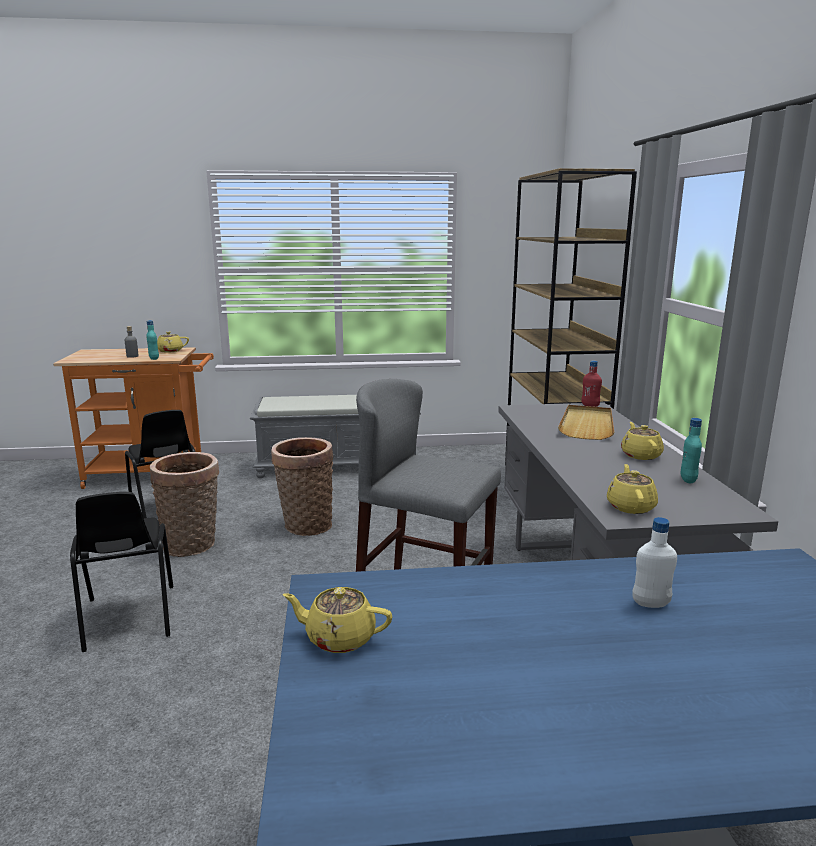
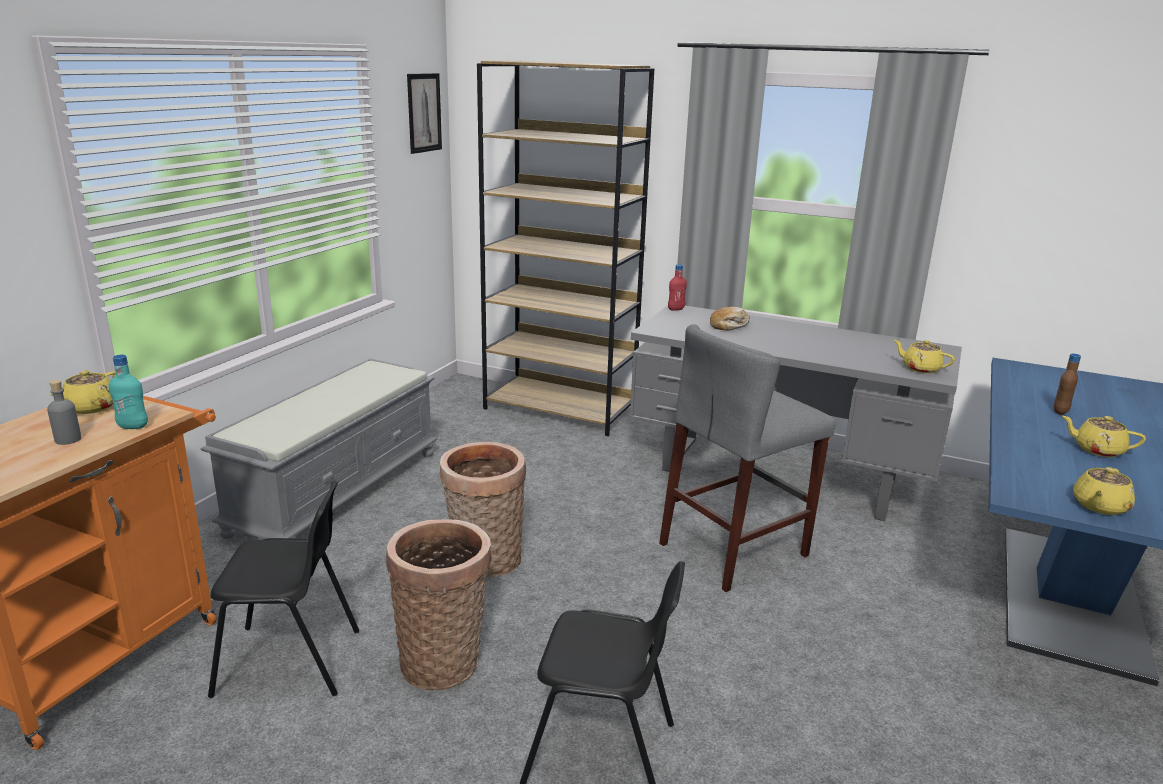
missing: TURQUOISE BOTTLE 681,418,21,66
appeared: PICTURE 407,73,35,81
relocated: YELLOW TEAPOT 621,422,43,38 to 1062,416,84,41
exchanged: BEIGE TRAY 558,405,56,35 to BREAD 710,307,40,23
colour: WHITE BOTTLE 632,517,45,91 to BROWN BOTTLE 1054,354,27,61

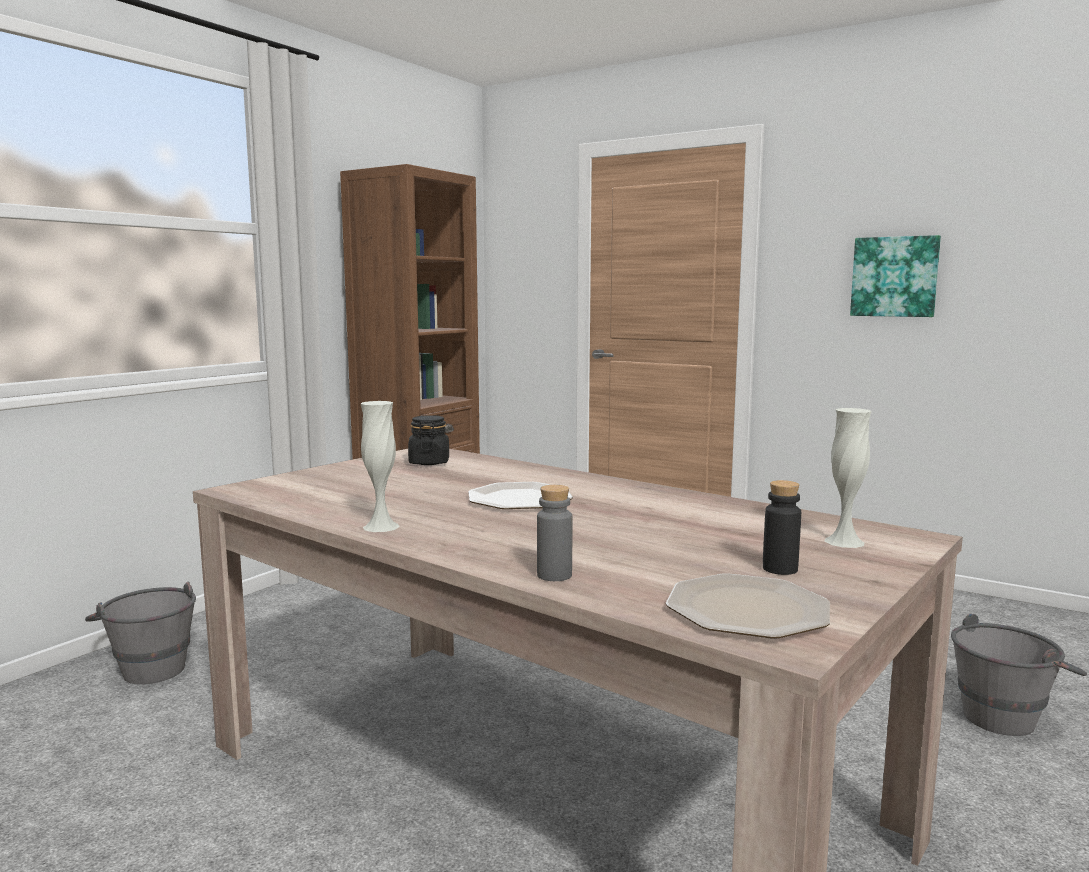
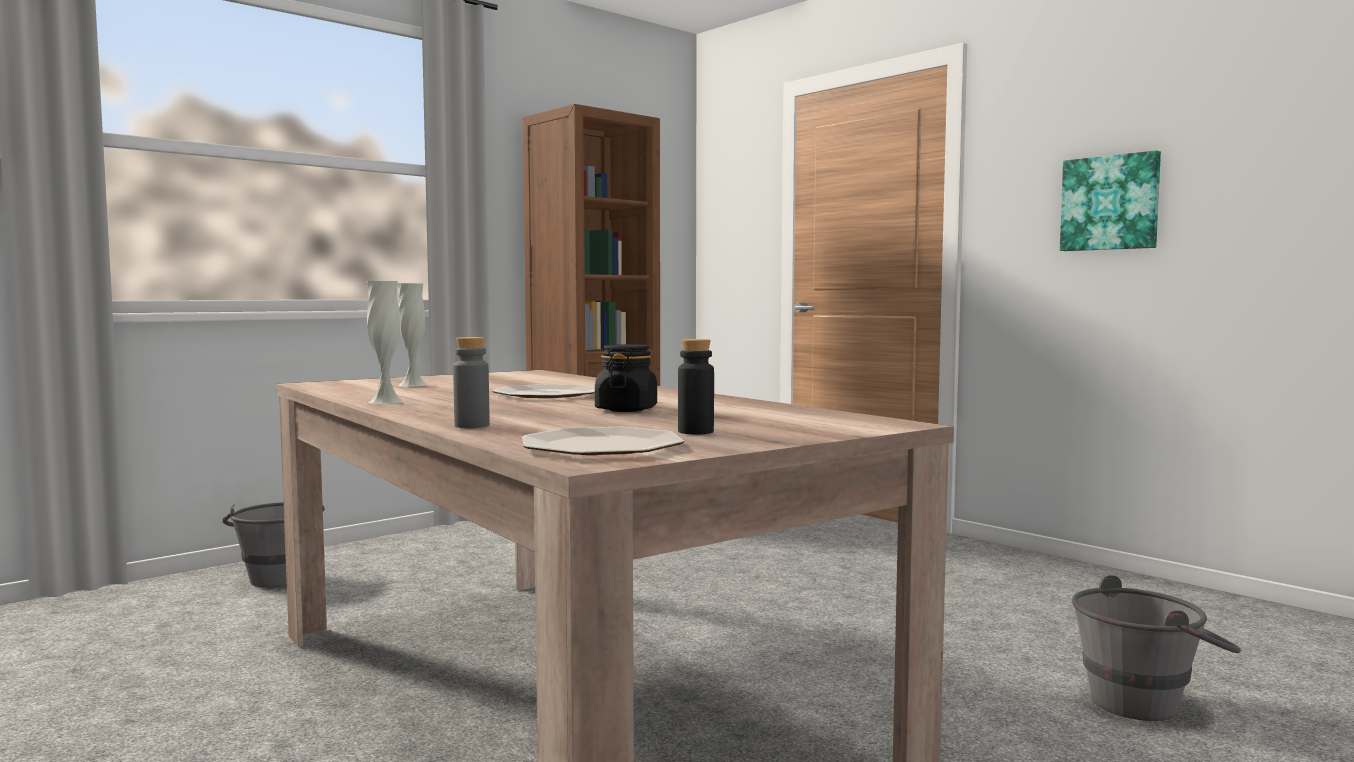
relocated: BLACK JAR 408,415,41,50 to 595,344,62,68; WHITE VASE 825,408,47,140 to 397,283,31,104

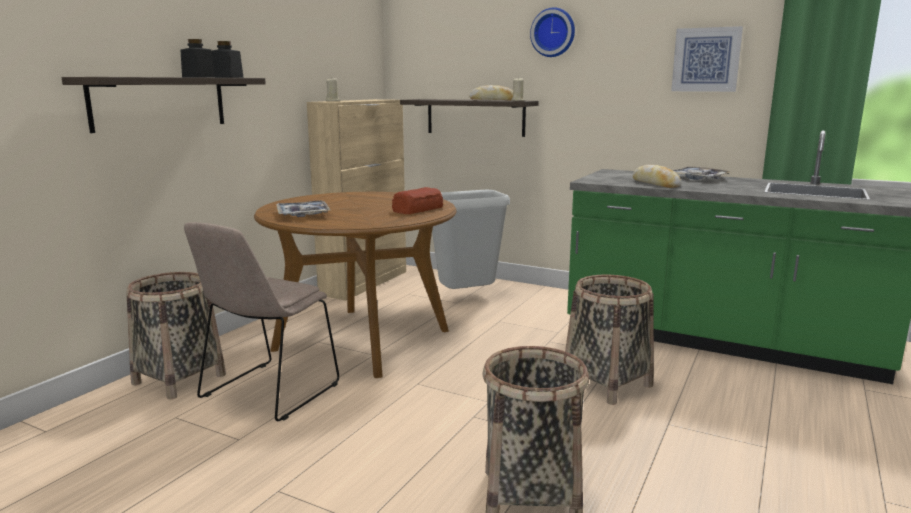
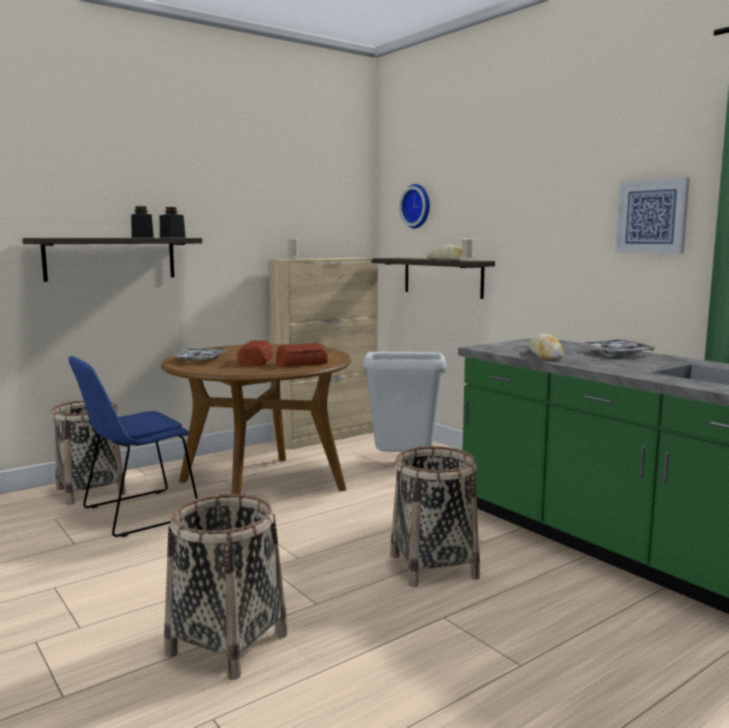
appeared: BREAD 237,340,36,26
relocated: WALL CLOCK 530,7,45,50 to 399,184,31,45
colour: BEIGE CHAIR 184,222,155,199 to BLUE CHAIR 69,356,129,181

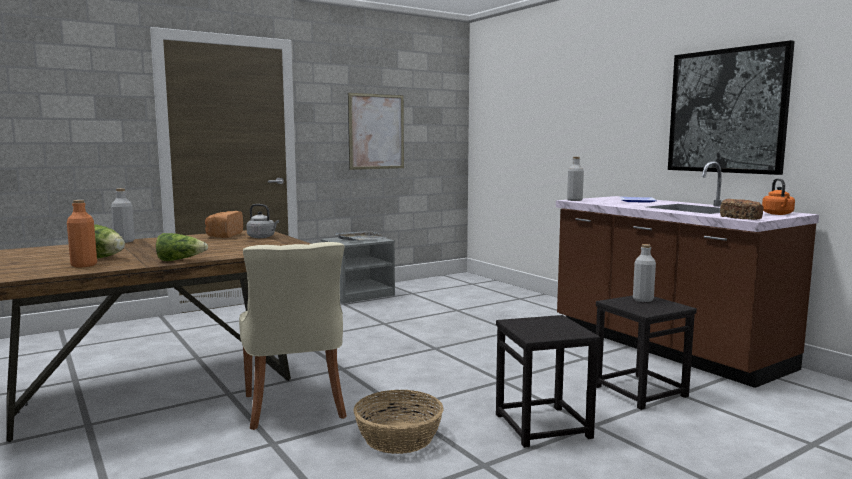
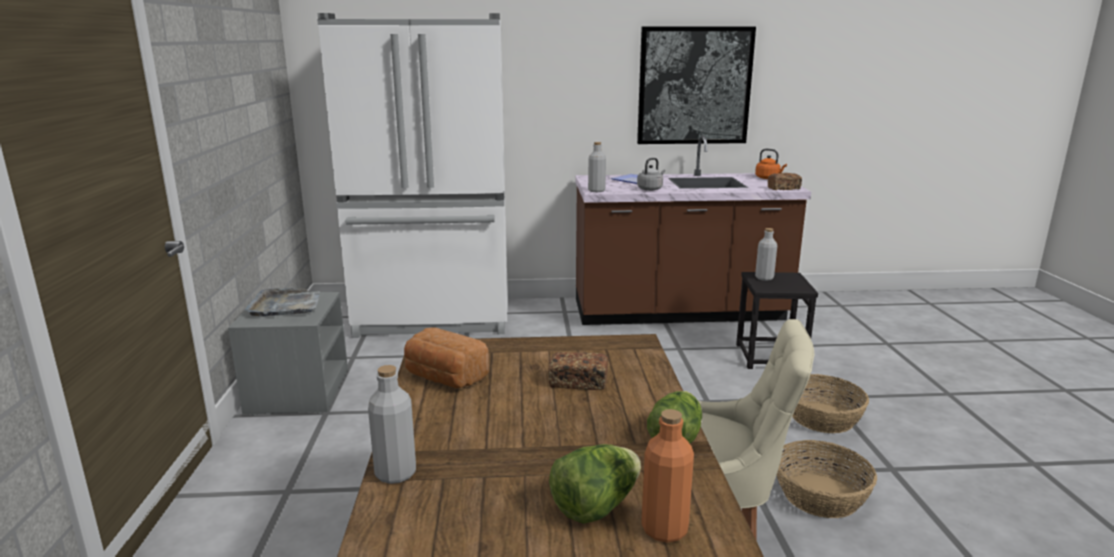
missing: PICTURE 348,93,56,77
appeared: WHITE FRIDGE 317,13,190,325; BREAD 548,352,60,38
relocated: GREY KETTLE 246,204,33,34 to 637,158,28,33
exchanged: BLACK STOOL 496,315,104,133 to BASKET 792,374,77,59

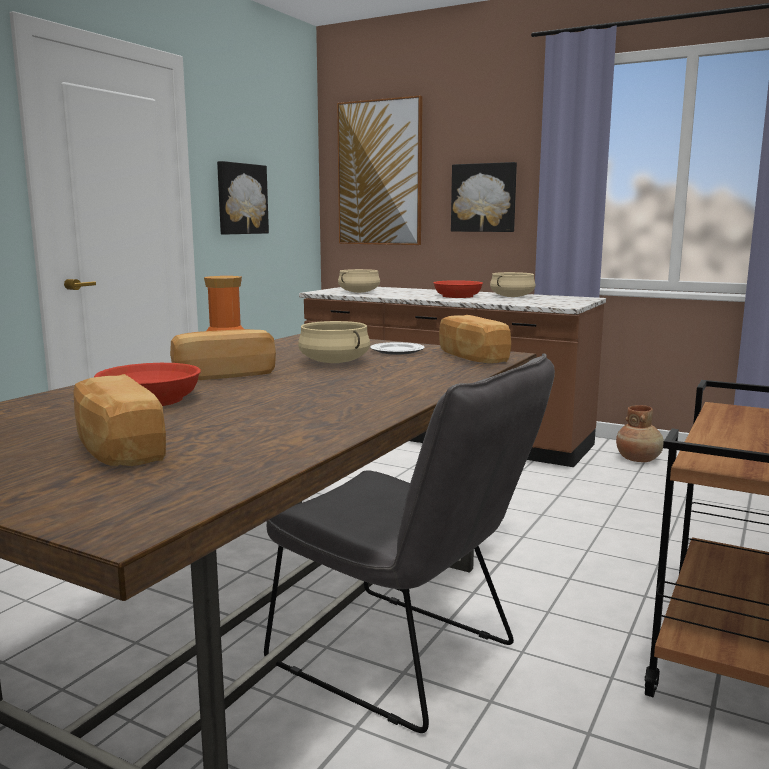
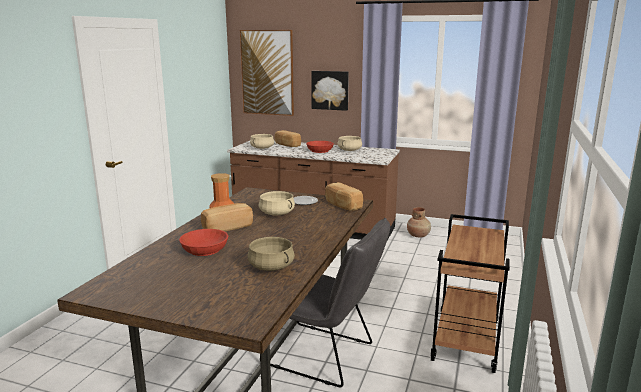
missing: PICTURE 217,161,52,73
appeared: BEIGE COOKING POT 248,237,47,34
relocated: BREAD 73,374,93,92 to 274,130,27,17

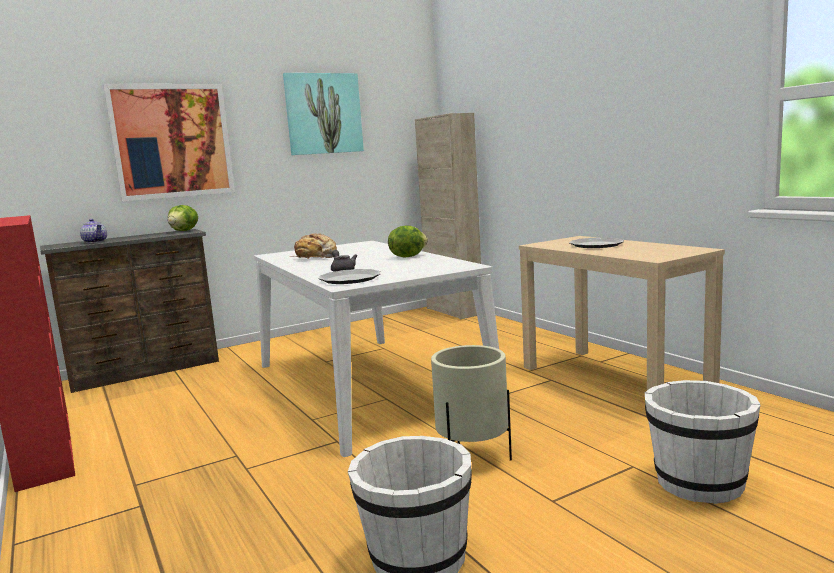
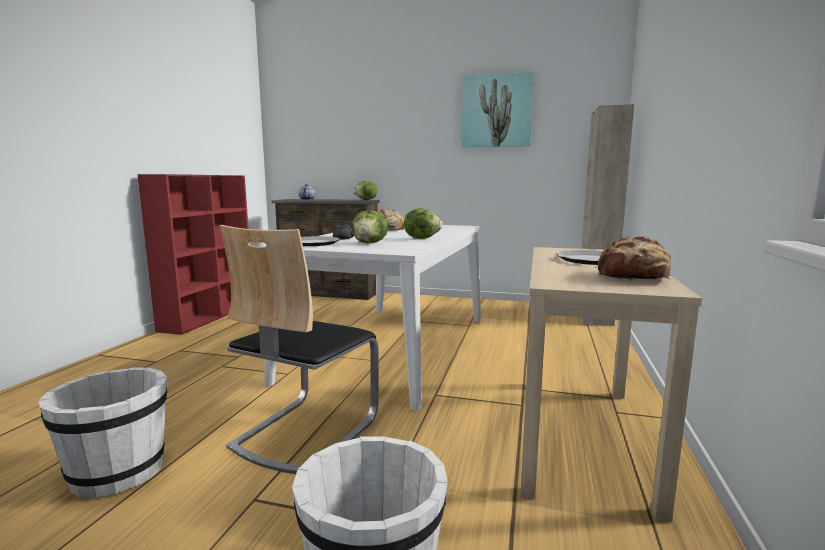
missing: PICTURE 103,84,132,117
appeared: LETTUCE 353,210,35,33; BREAD 598,236,73,44
exchanged: BEIGE PLANTER 431,345,81,116 to CHAIR 220,225,159,249

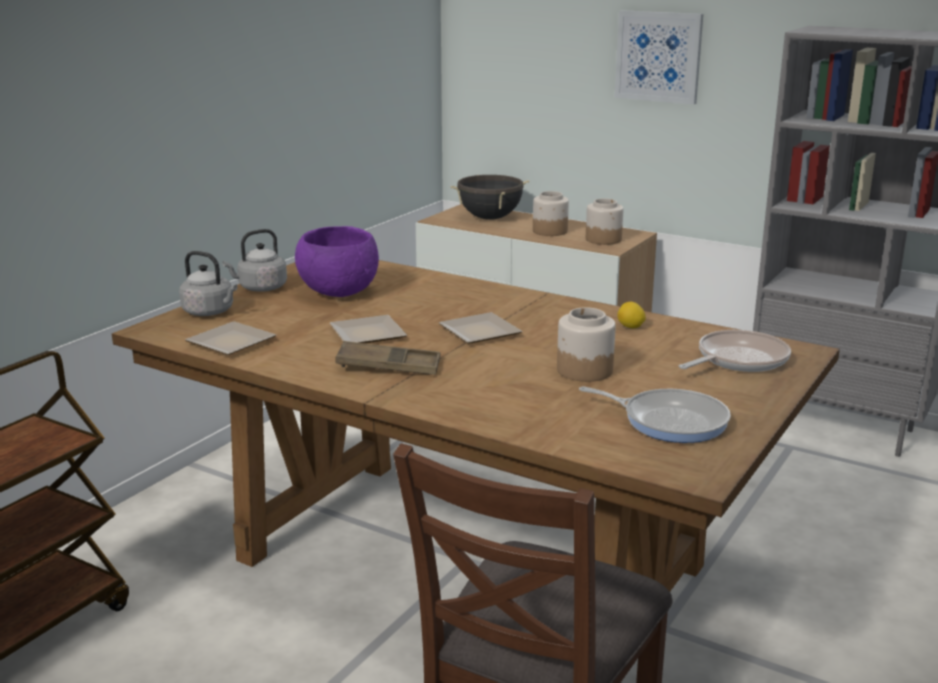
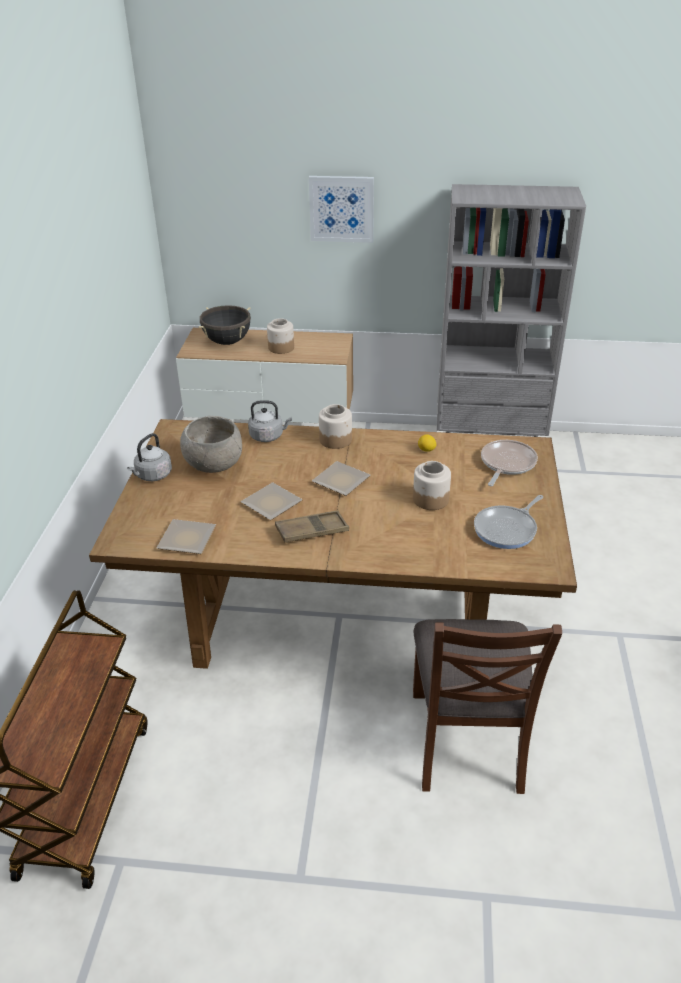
relocated: GREY KETTLE 179,251,59,65 to 248,400,44,42; JAR 586,199,37,46 to 319,404,33,45
colour: PURPLE BOWL 295,226,84,71 to GREY BOWL 180,415,62,58
spun: FRYING PAN 579,387,152,56 = 474,495,69,54 135 degrees clockwise

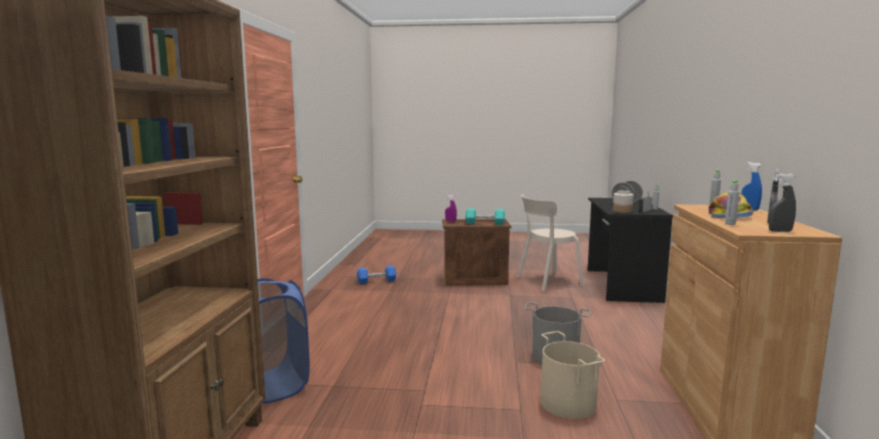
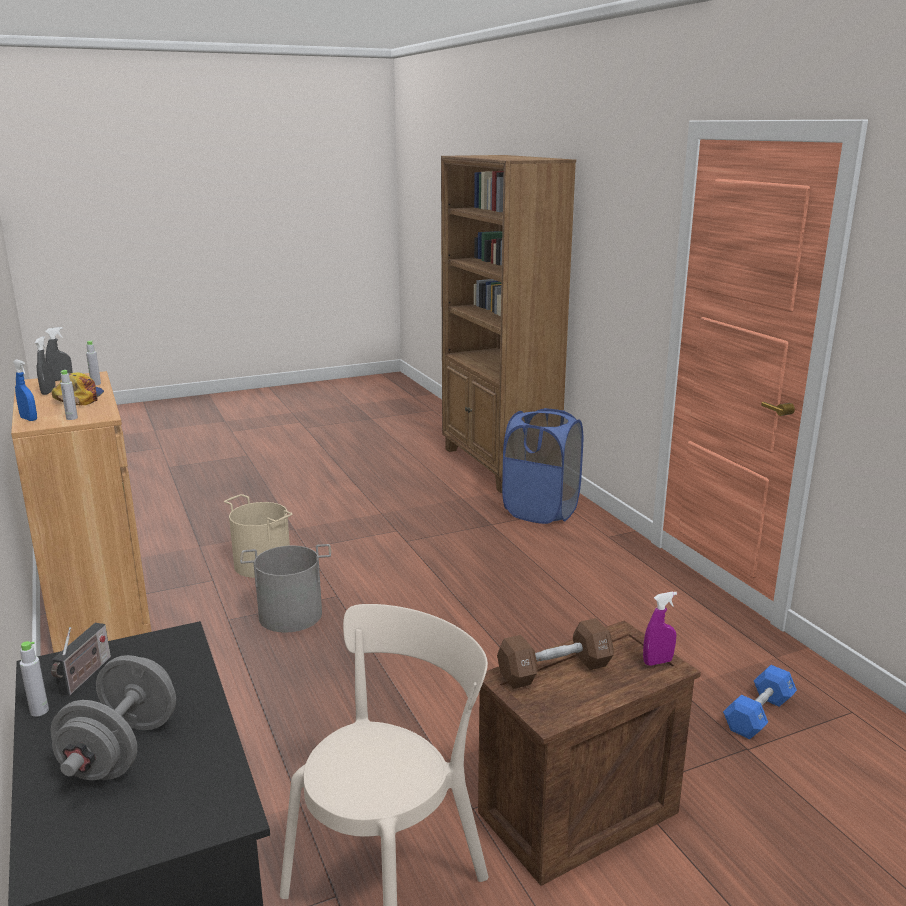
missing: JAR 613,190,21,23
colour: TURQUOISE DUMBBELL 465,208,40,17 to BROWN DUMBBELL 497,618,117,71

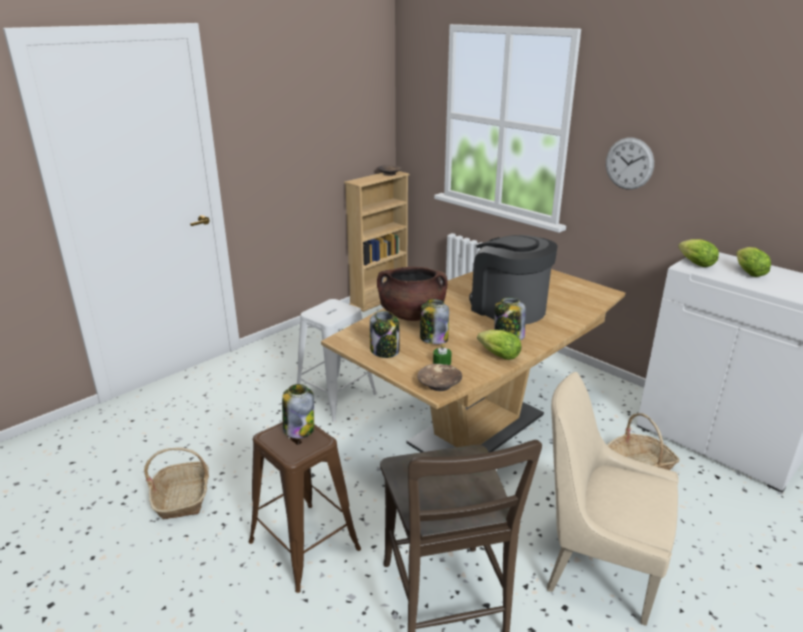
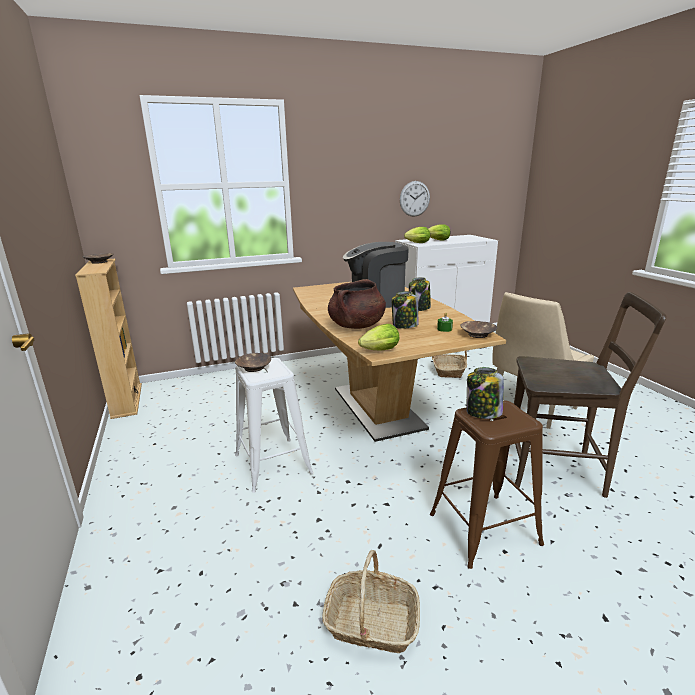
missing: JAR 370,311,30,47
appeared: BROWN BOWL 235,353,36,19
relocated: LETTUCE 477,330,44,30 to 358,324,41,27; WALL CLOCK 606,138,48,52 to 400,181,30,36

